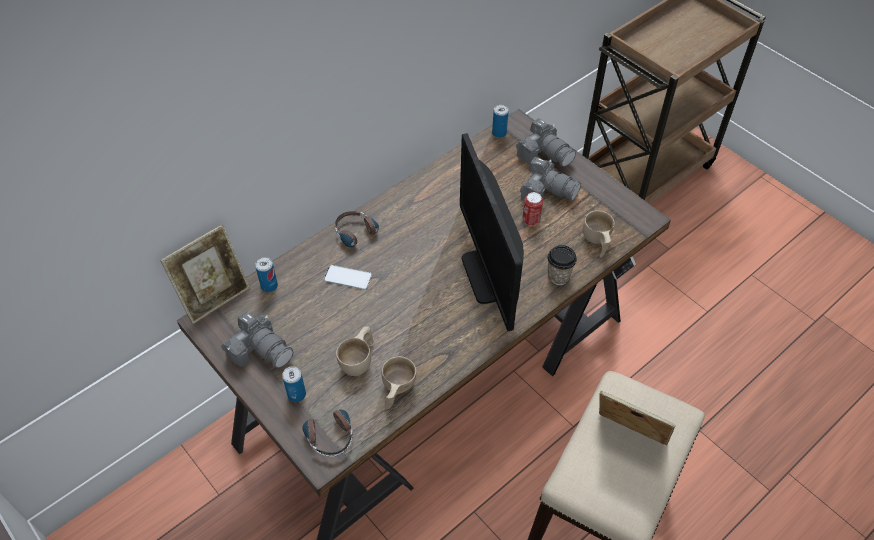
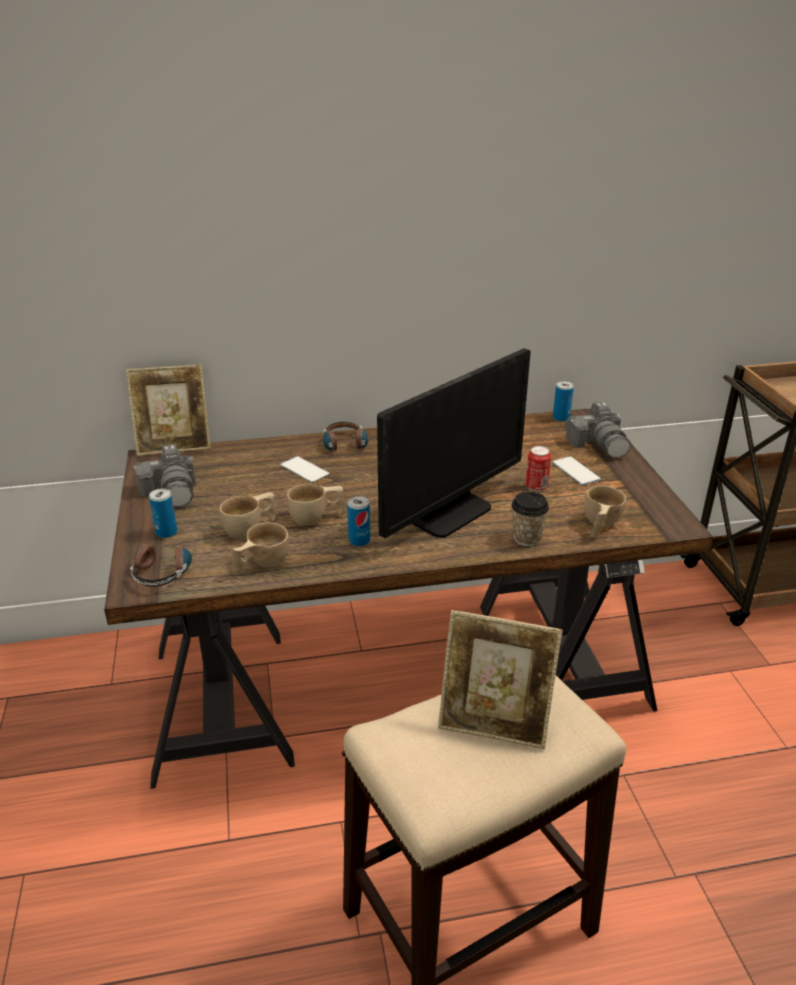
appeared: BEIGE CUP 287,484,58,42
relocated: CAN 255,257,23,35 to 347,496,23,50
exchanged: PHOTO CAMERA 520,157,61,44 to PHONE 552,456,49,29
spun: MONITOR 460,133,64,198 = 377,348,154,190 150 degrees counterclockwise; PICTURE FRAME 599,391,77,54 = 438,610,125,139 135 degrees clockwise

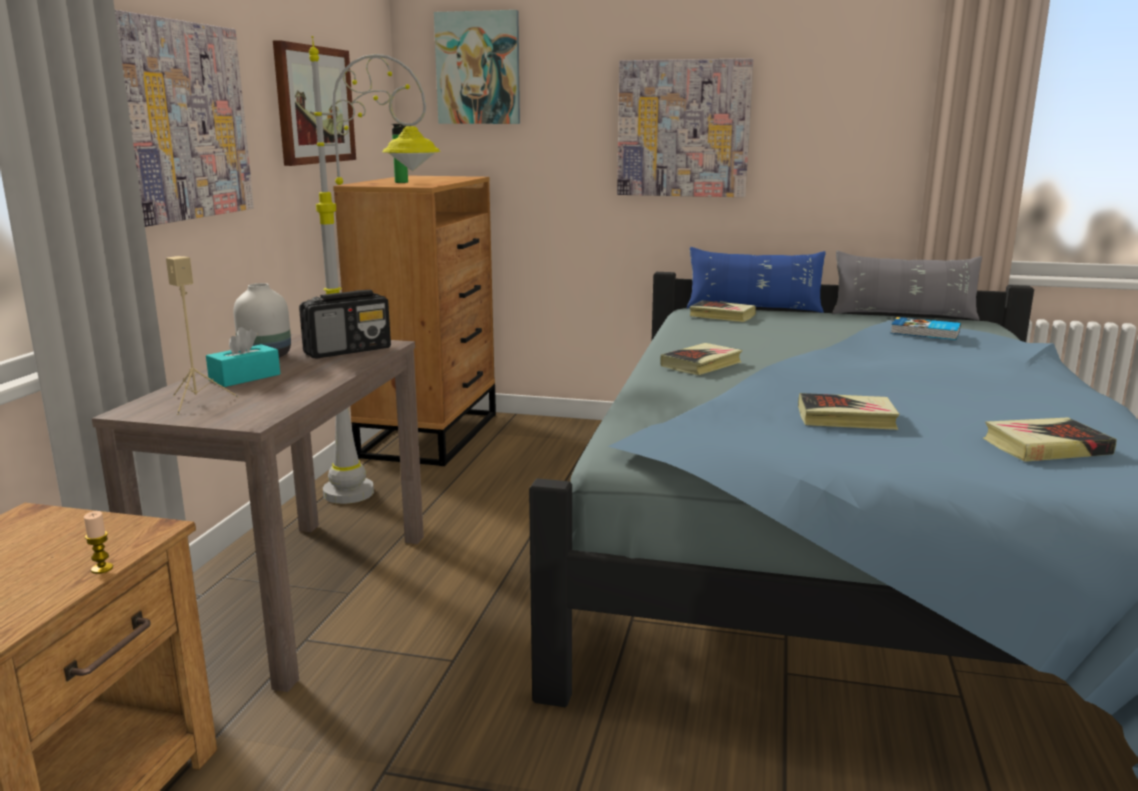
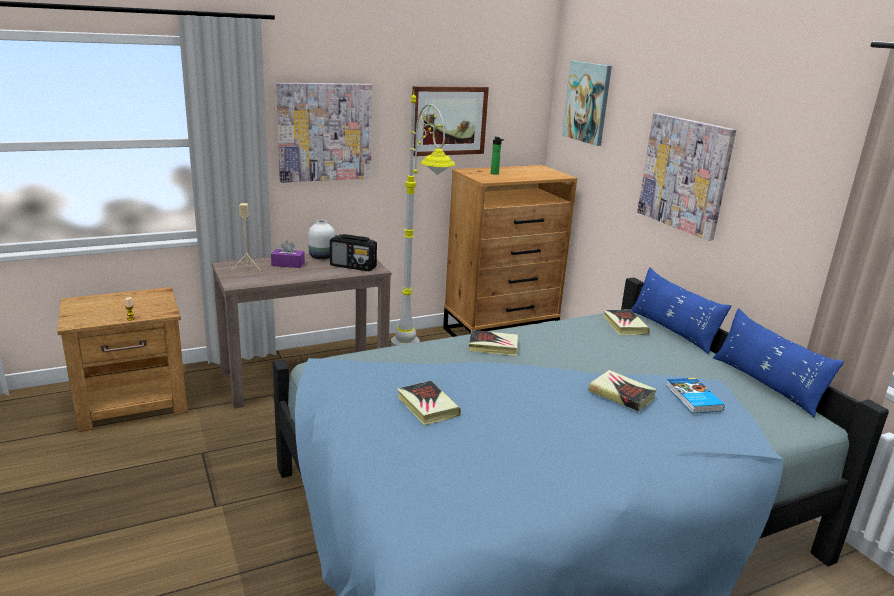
relocated: BOOK 983,418,134,44 to 588,370,69,41
colour: TURQUOISE TISSUE BOX 206,327,74,60 to PURPLE TISSUE BOX 271,241,34,27; GREY PILLOW 832,251,150,69 to BLUE PILLOW 713,308,131,109

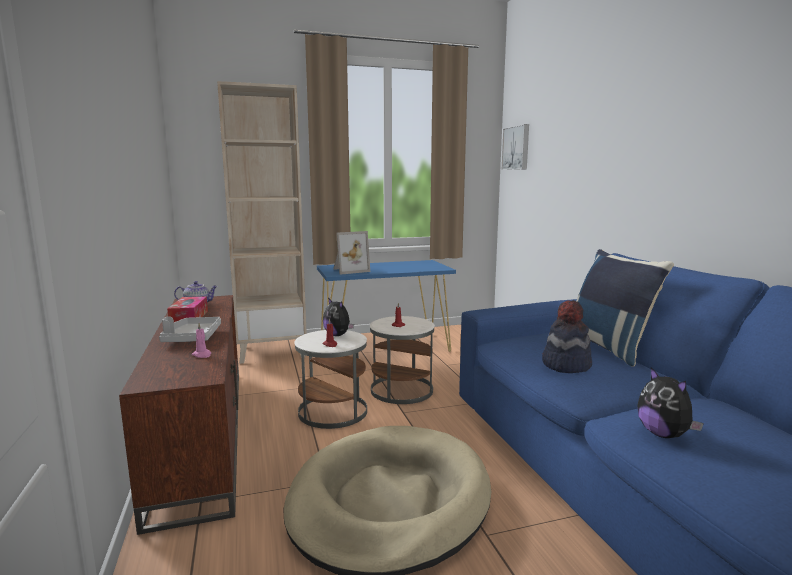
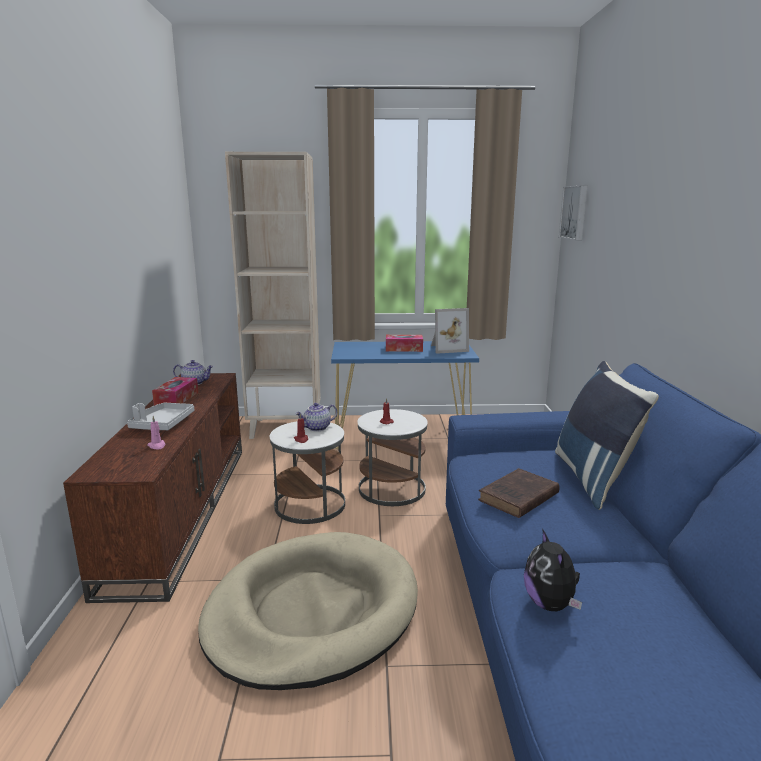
appeared: TISSUE BOX 386,335,37,17
relocated: PICTURE FRAME 334,231,36,44 to 431,308,38,46
exchanged: PLUSH TOY 323,297,31,39 to TEAPOT 295,403,42,29; HAT 542,300,50,73 to BROWN BOOK 478,468,82,50

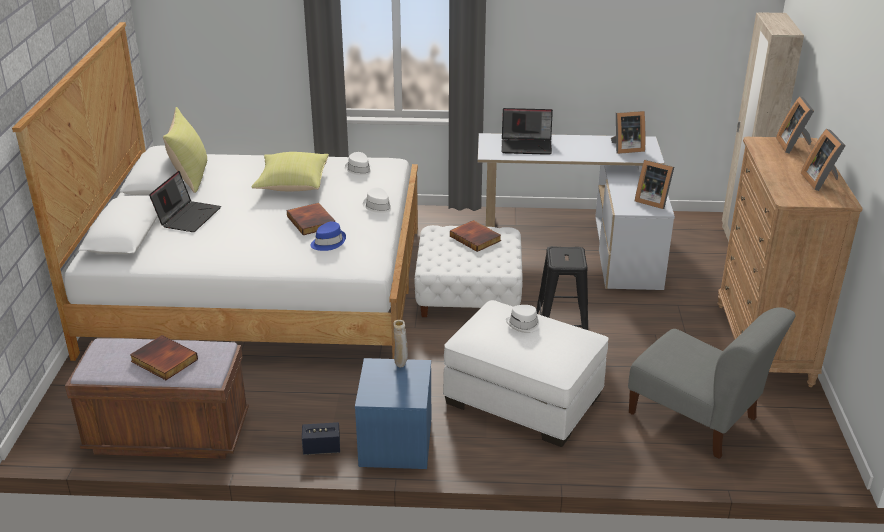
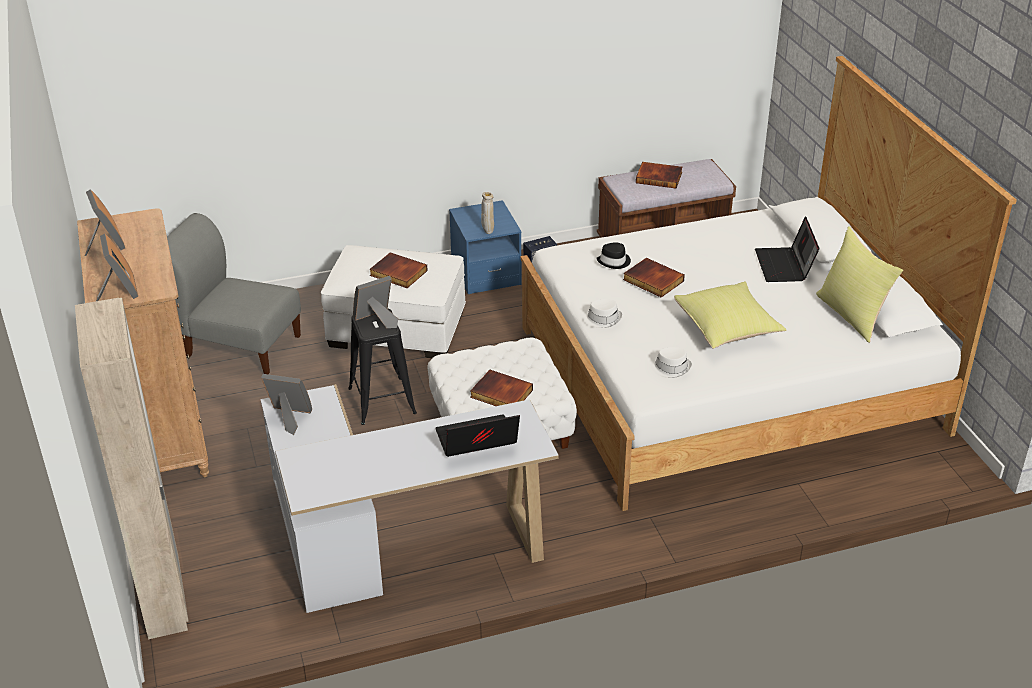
relocated: PICTURE FRAME 611,111,34,43 to 353,276,45,52
exchanged: WHITE HAT 506,305,37,28 to BOOK 369,252,59,36
colour: BLUE HAT 310,221,36,30 to BLACK HAT 596,242,35,27

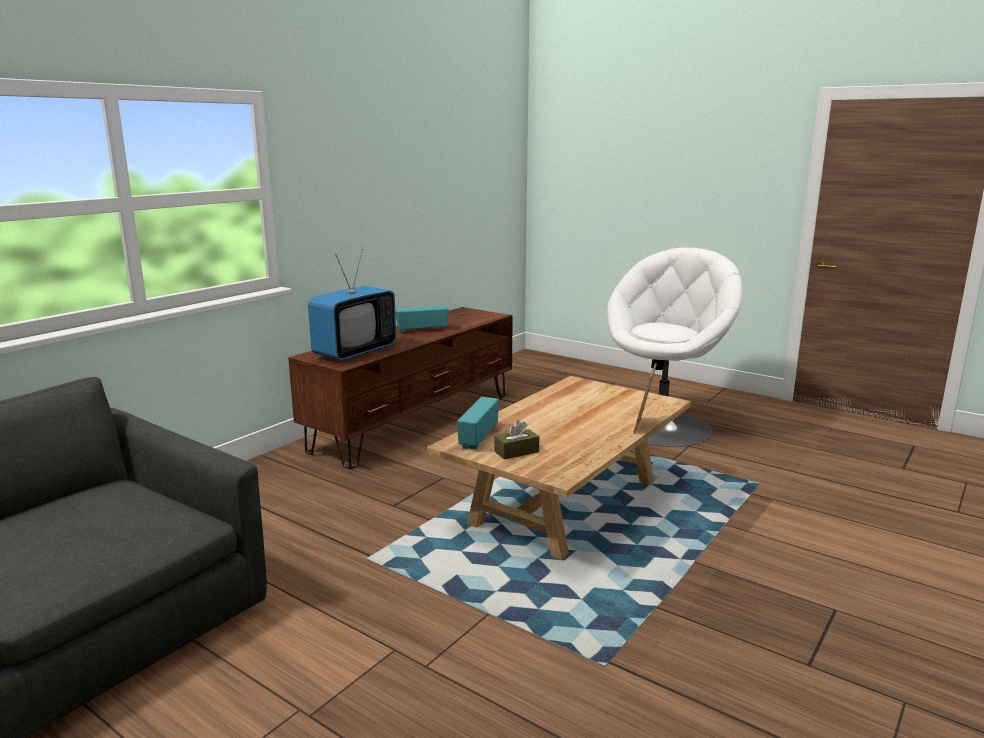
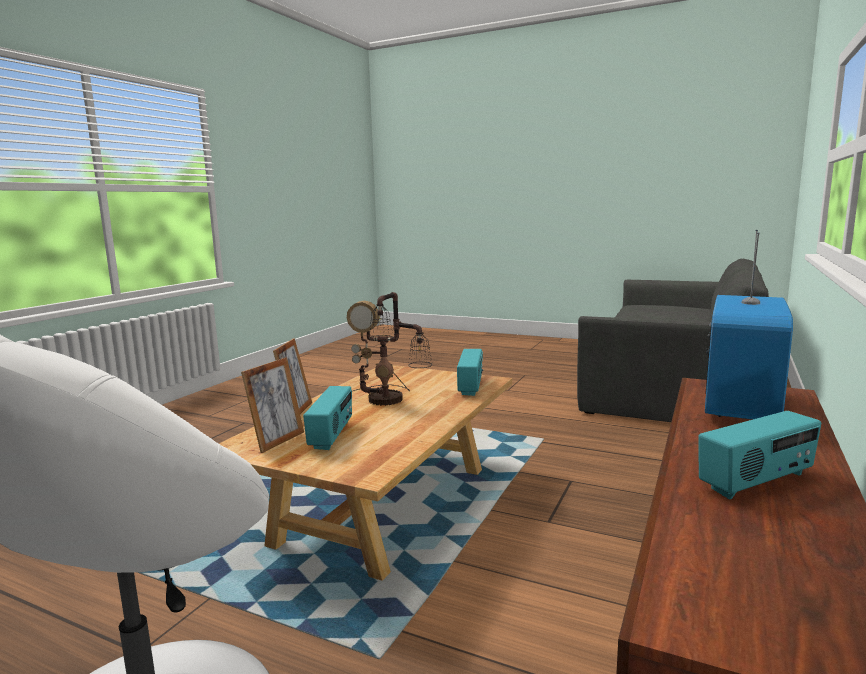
missing: BROWN TISSUE BOX 494,421,45,39
appeared: PICTURE FRAME 241,357,63,96; RADIO 303,386,49,64; TABLE LAMP 347,292,85,114

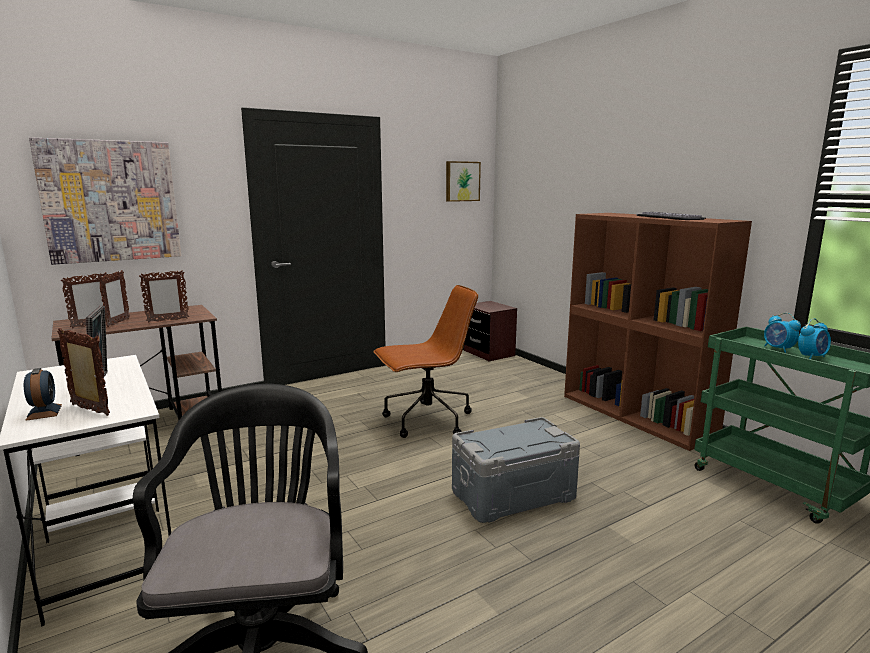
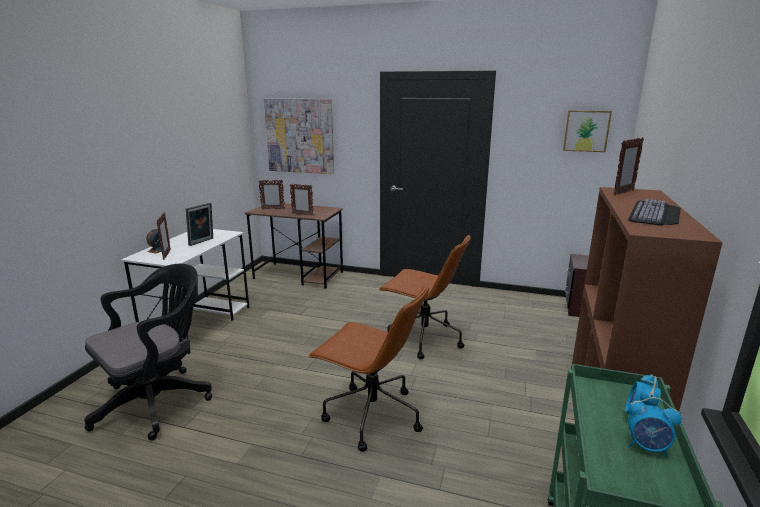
relocated: PICTURE FRAME 98,270,32,57 to 614,137,30,58
exchanged: GREY STORAGE BOX 452,417,128,106 to BROWN OFFICE CHAIR 308,285,121,167

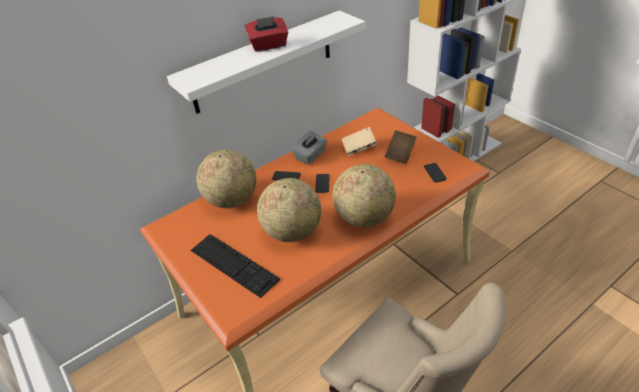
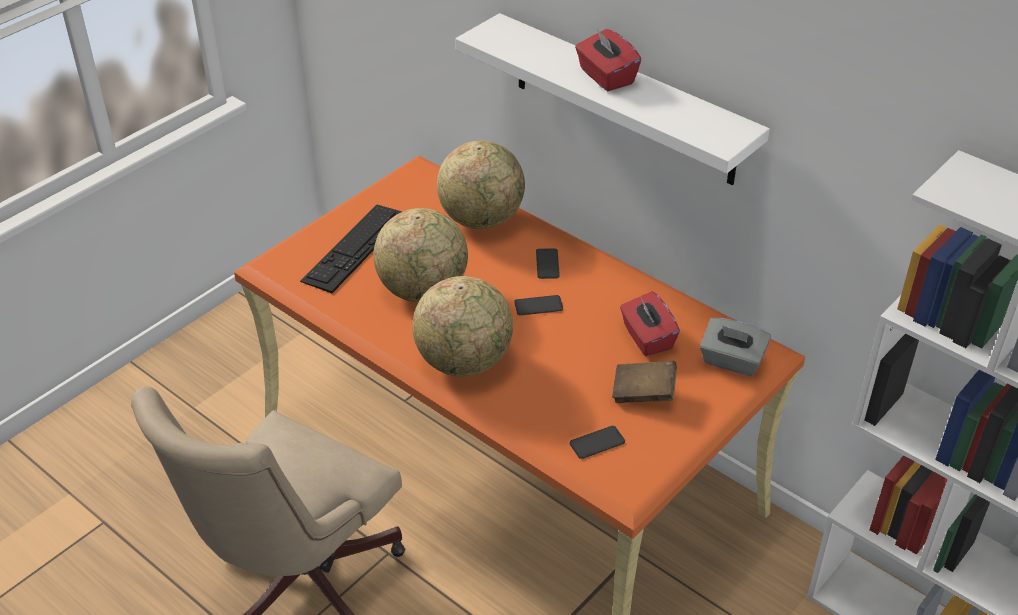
relocated: GREY TISSUE BOX 291,131,36,34 to 700,318,71,58
exchanged: BEIGE BOOK 342,127,35,29 to RED TISSUE BOX 620,291,60,65

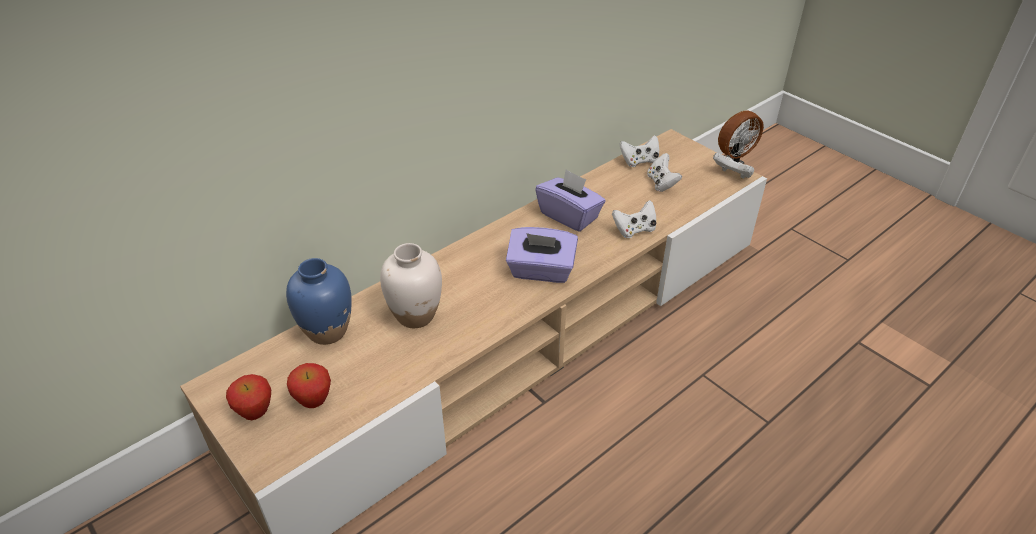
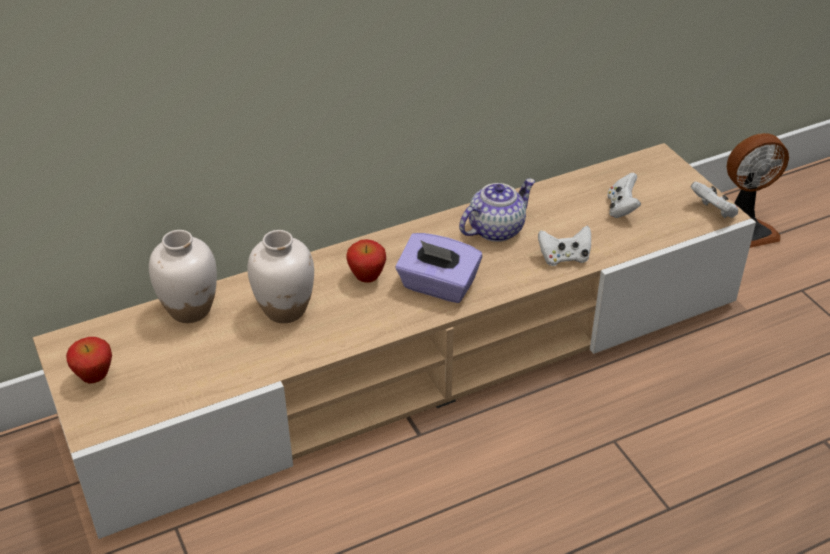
missing: WHITE GAME CONTROLLER 619,135,40,32
relocated: APPLE 287,363,44,45 to 347,239,39,44
exchanged: PURPLE TISSUE BOX 535,169,70,63 to TEAPOT 459,179,76,63
colour: BLUE VASE 286,258,65,87 to WHITE VASE 149,230,68,93

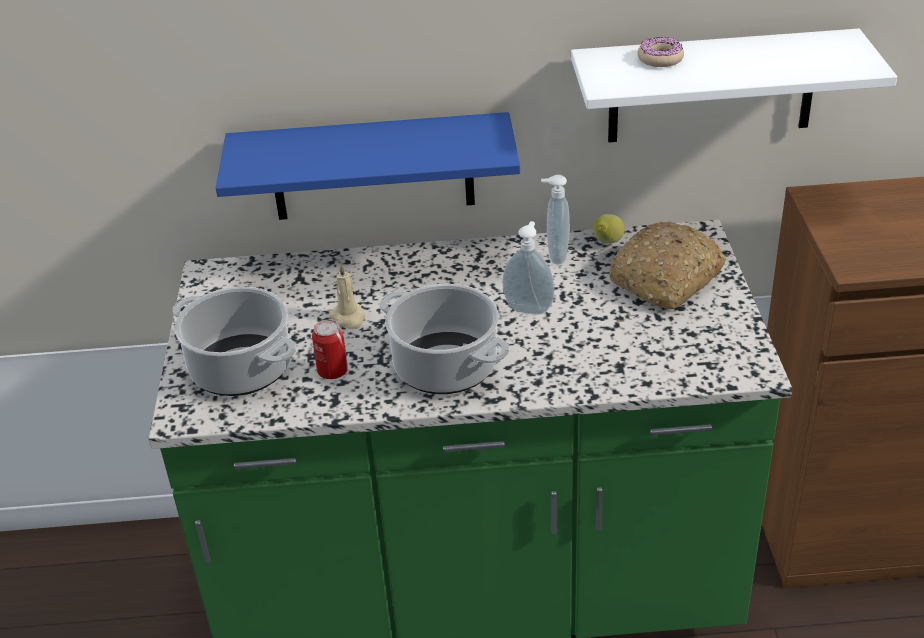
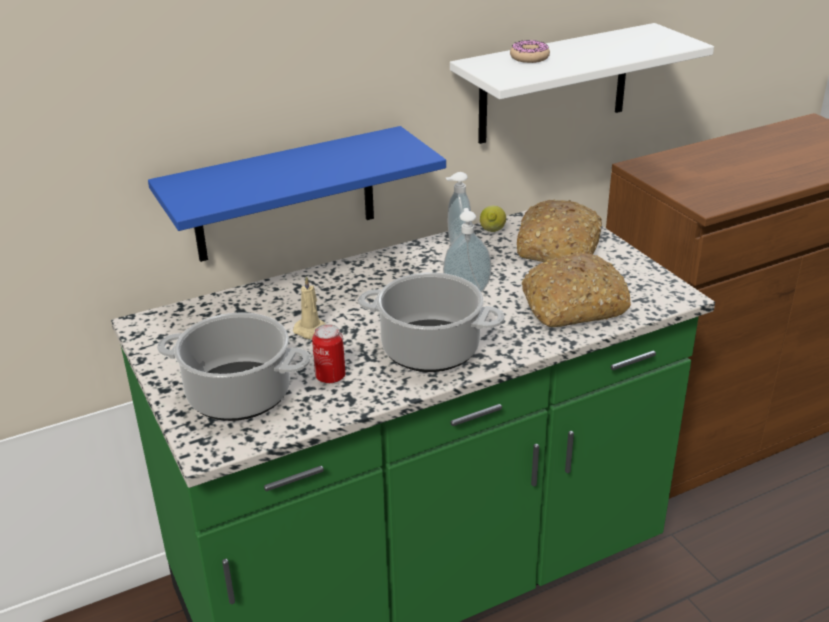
appeared: BREAD 521,253,110,74

